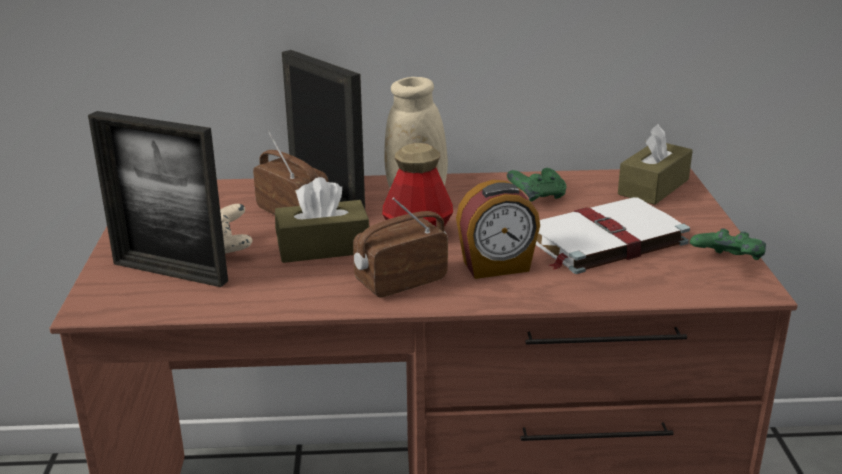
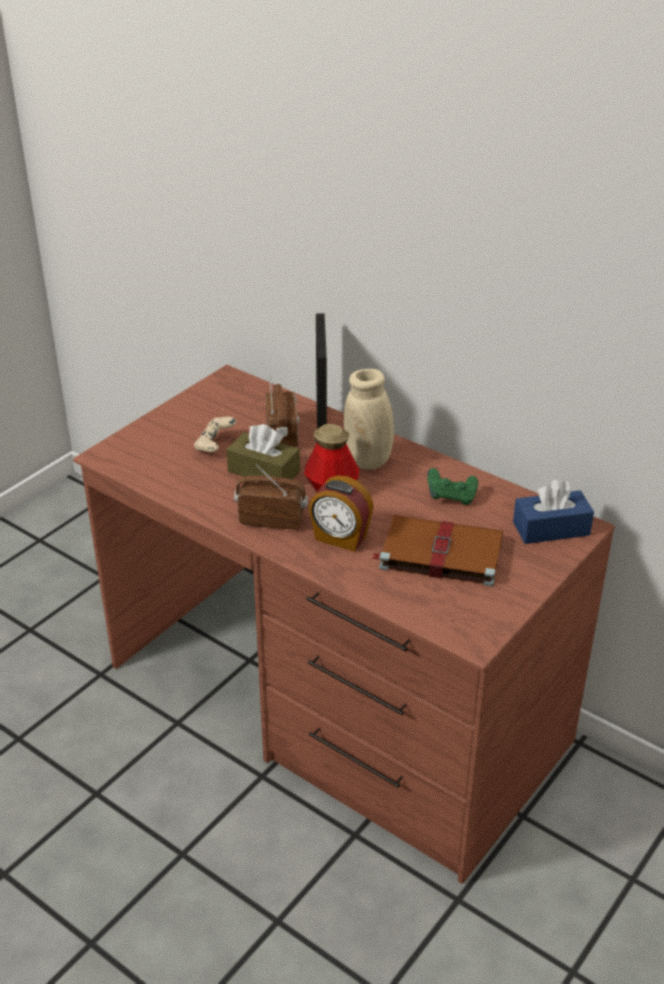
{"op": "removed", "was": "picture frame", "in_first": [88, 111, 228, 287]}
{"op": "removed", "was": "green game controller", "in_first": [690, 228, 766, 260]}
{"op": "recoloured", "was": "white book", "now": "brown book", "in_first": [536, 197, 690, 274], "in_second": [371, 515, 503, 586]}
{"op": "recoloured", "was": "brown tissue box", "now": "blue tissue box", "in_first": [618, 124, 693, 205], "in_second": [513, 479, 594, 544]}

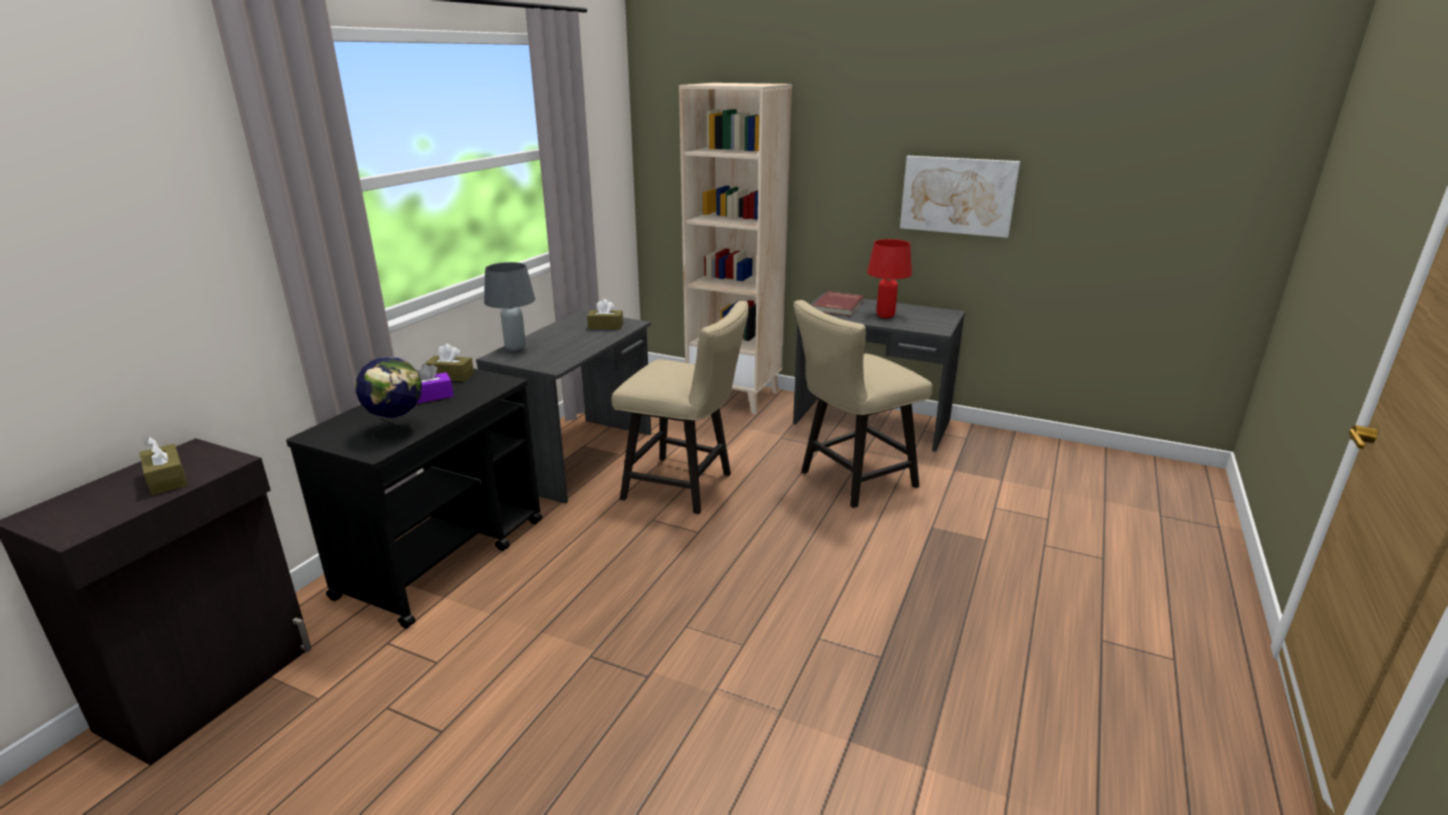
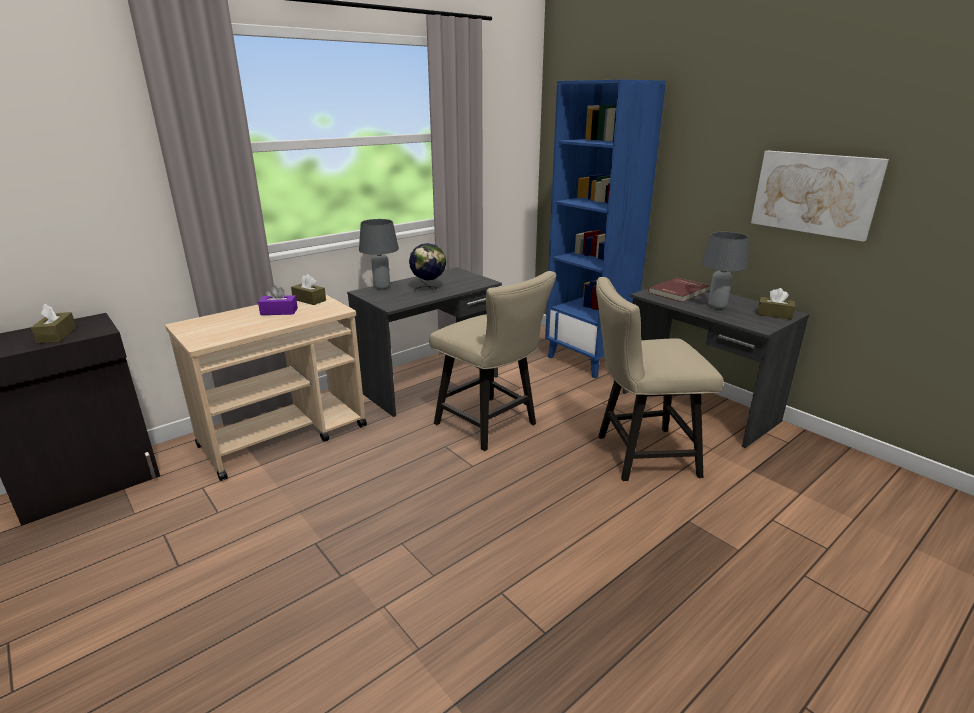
{"op": "moved", "was": "globe", "in_first": [355, 356, 422, 440], "in_second": [409, 243, 446, 291]}
{"op": "moved", "was": "brown tissue box", "in_first": [587, 299, 623, 329], "in_second": [757, 288, 795, 320]}
{"op": "recoloured", "was": "black cart", "now": "beige cart", "in_first": [286, 368, 542, 629], "in_second": [165, 295, 367, 481]}
{"op": "recoloured", "was": "beige bookcase", "now": "blue bookcase", "in_first": [679, 83, 792, 415], "in_second": [545, 80, 666, 378]}
{"op": "recoloured", "was": "red table lamp", "now": "grey table lamp", "in_first": [867, 239, 912, 318], "in_second": [702, 232, 749, 309]}

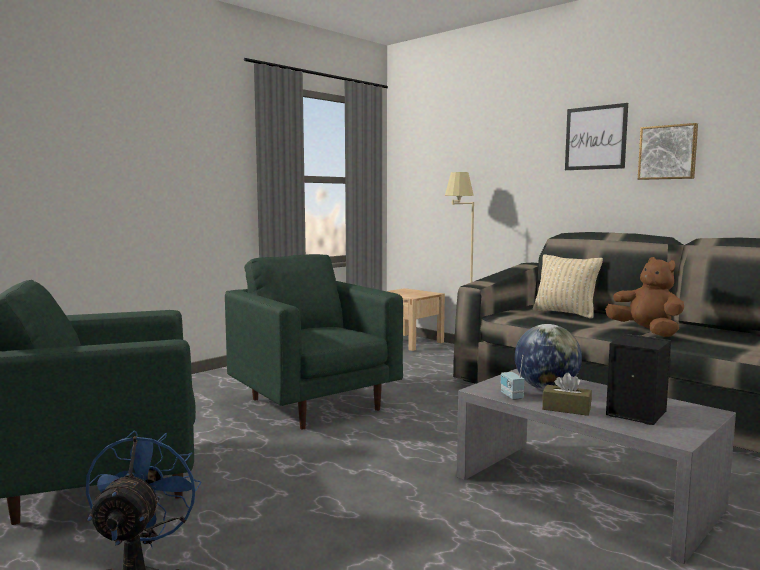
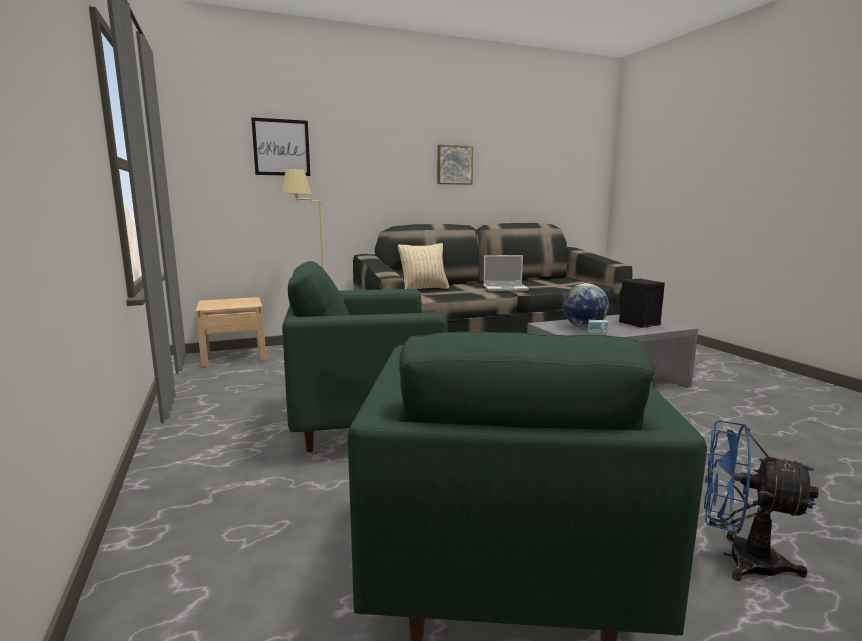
{"op": "removed", "was": "brown tissue box", "in_first": [542, 373, 592, 416]}
{"op": "moved", "was": "picture", "in_first": [565, 103, 628, 170], "in_second": [251, 117, 310, 176]}
{"op": "replaced", "was": "brown plush toy", "now": "laptop", "in_first": [605, 257, 684, 337], "in_second": [483, 255, 529, 291]}

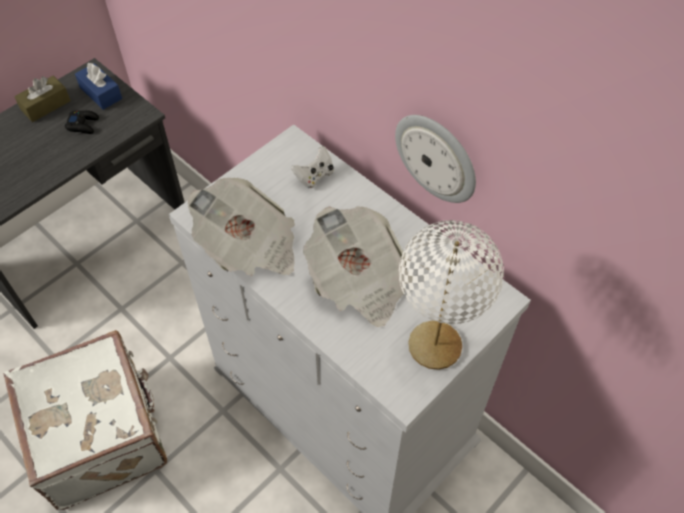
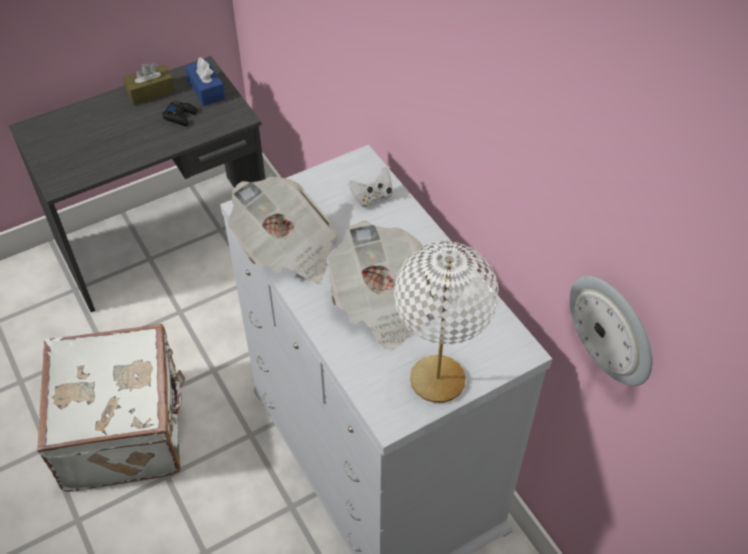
{"op": "moved", "was": "wall clock", "in_first": [395, 115, 476, 203], "in_second": [569, 276, 652, 386]}

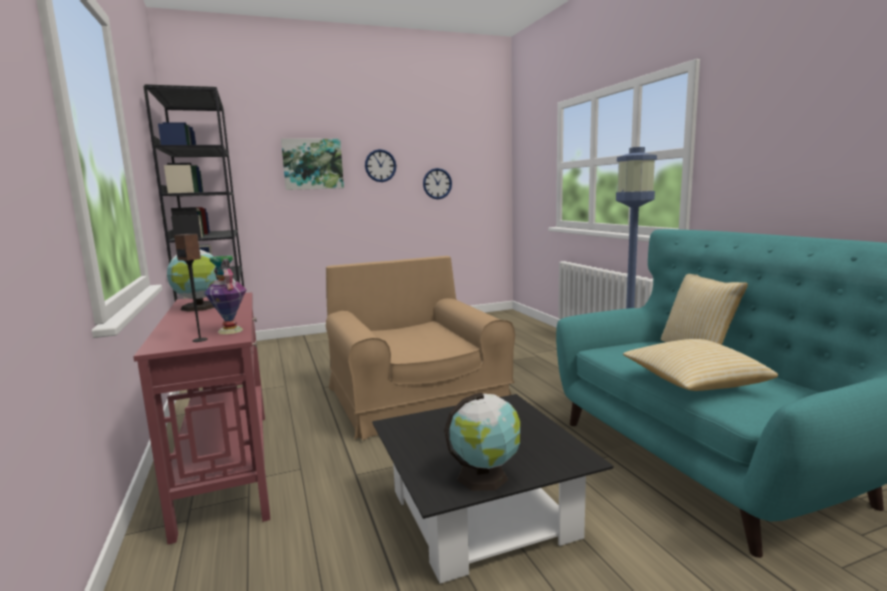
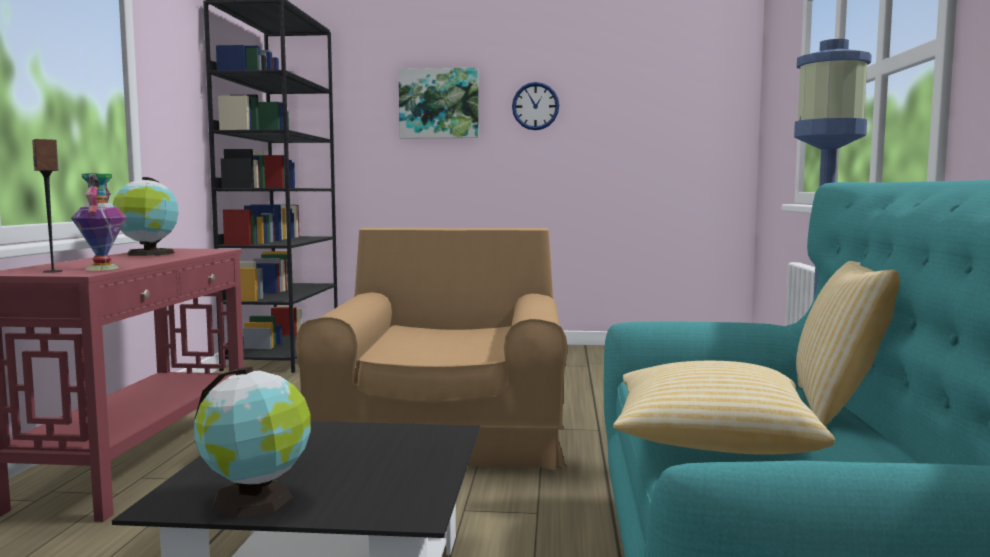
{"op": "removed", "was": "wall clock", "in_first": [423, 168, 452, 199]}

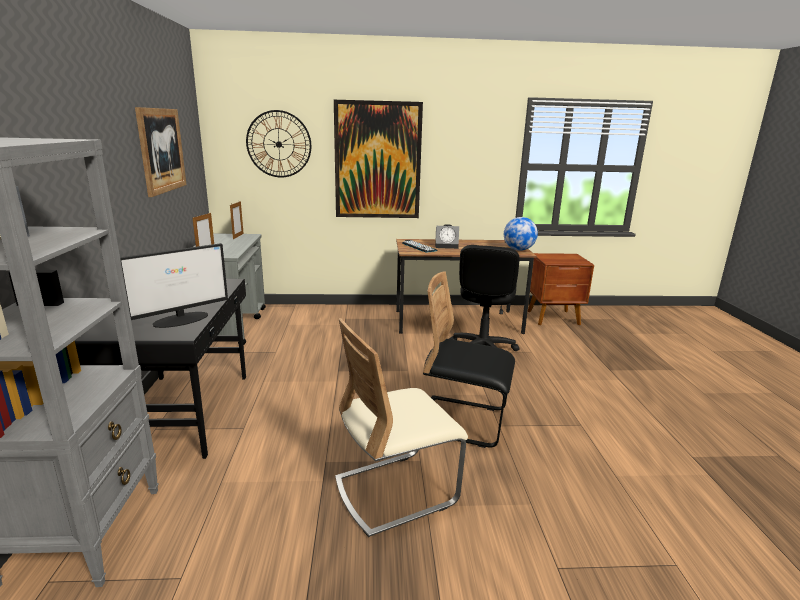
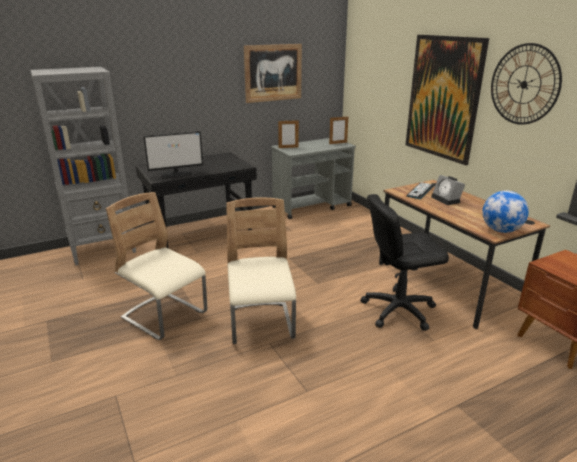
{"op": "moved", "was": "wall clock", "in_first": [246, 110, 311, 178], "in_second": [491, 43, 562, 125]}
{"op": "recoloured", "was": "black chair", "now": "beige chair", "in_first": [423, 271, 515, 448], "in_second": [226, 197, 296, 344]}
{"op": "turned", "was": "monitor", "in_first": [120, 243, 228, 328], "in_second": [143, 131, 203, 177], "clockwise": -45}

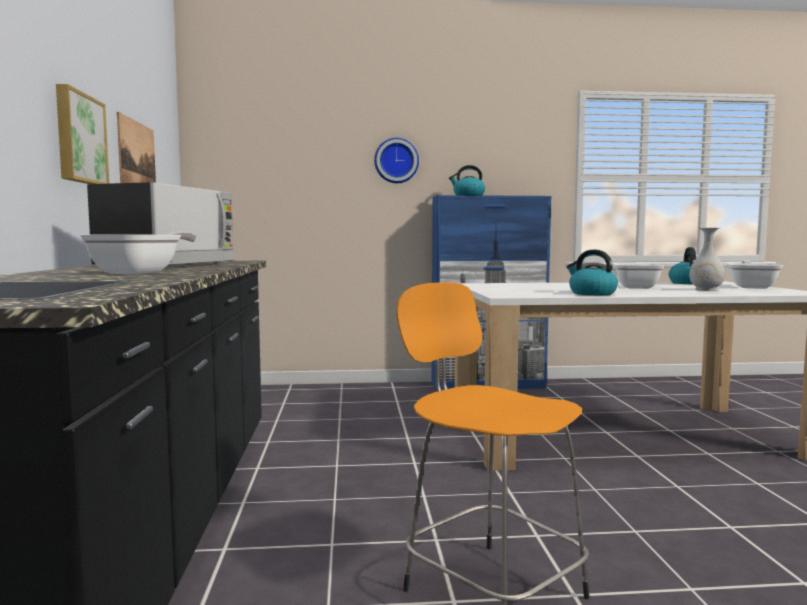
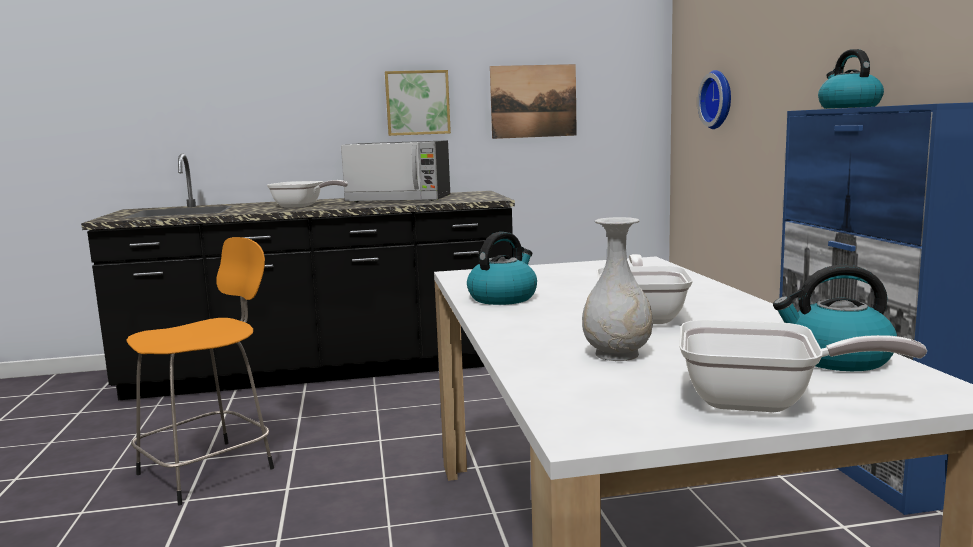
{"op": "moved", "was": "wall clock", "in_first": [374, 138, 419, 183], "in_second": [697, 70, 731, 129]}

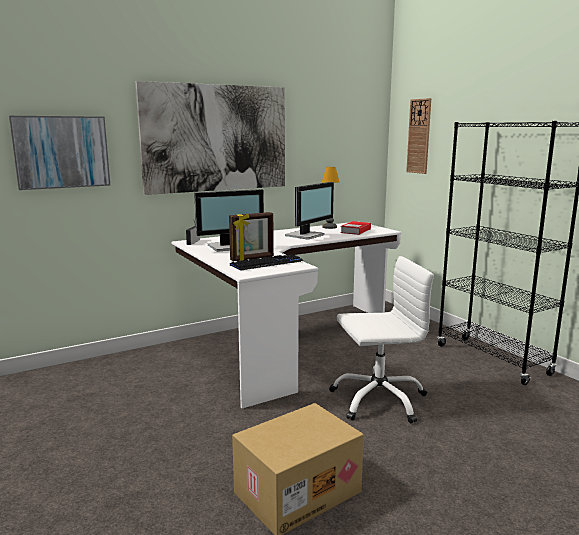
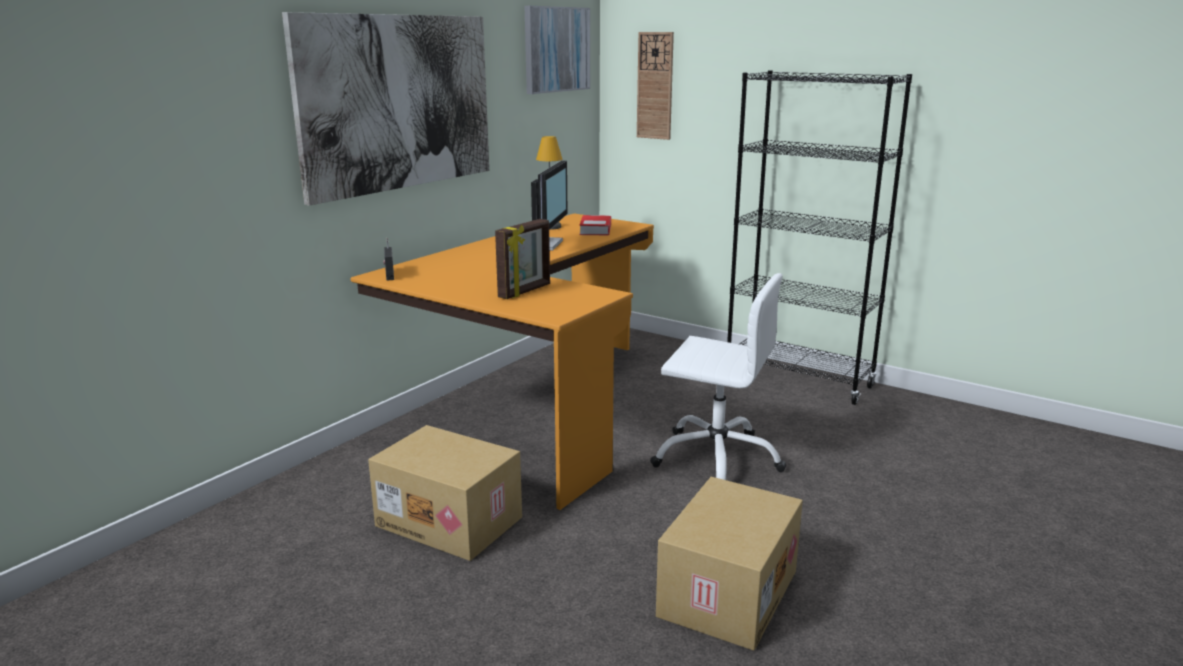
{"op": "removed", "was": "monitor", "in_first": [194, 189, 264, 252]}
{"op": "removed", "was": "keyboard", "in_first": [230, 254, 304, 271]}
{"op": "added", "now": "cardboard box", "in_second": [368, 425, 522, 561]}
{"op": "moved", "was": "picture", "in_first": [9, 116, 110, 190], "in_second": [524, 6, 590, 94]}
{"op": "recoloured", "was": "white desk", "now": "orange desk", "in_first": [172, 222, 401, 408], "in_second": [350, 213, 654, 510]}
{"op": "turned", "was": "white office chair", "in_first": [329, 256, 434, 423], "in_second": [650, 273, 786, 480], "clockwise": 60}

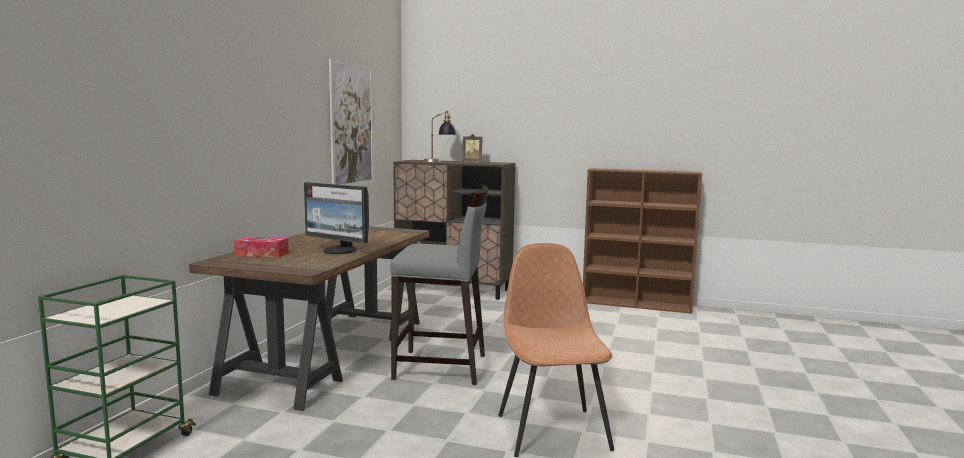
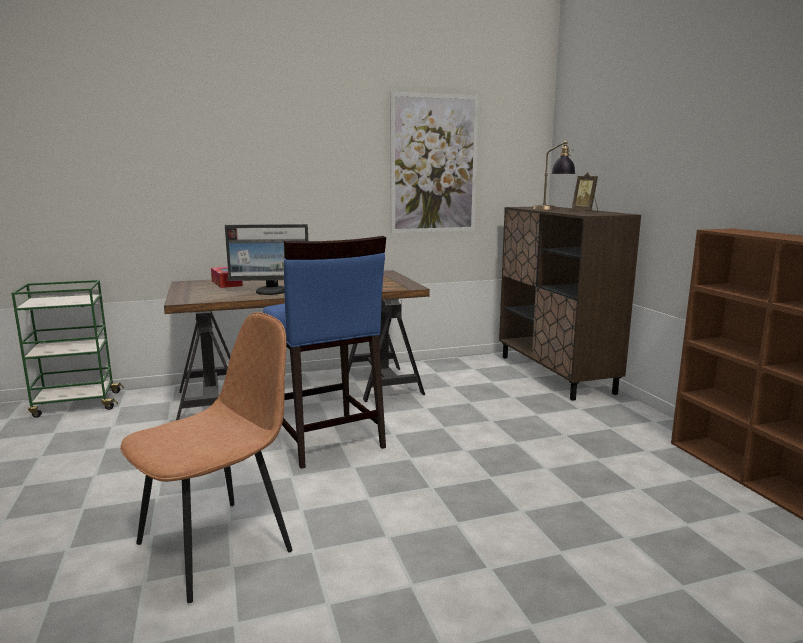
{"op": "recoloured", "was": "grey stool", "now": "blue stool", "in_first": [390, 185, 488, 385], "in_second": [263, 236, 386, 469]}
{"op": "turned", "was": "monitor", "in_first": [304, 182, 369, 254], "in_second": [225, 224, 308, 295], "clockwise": -90}

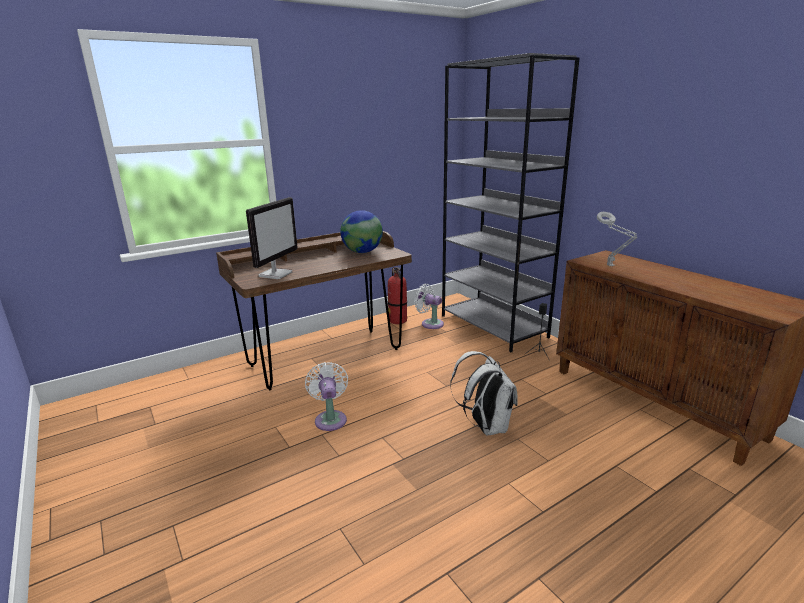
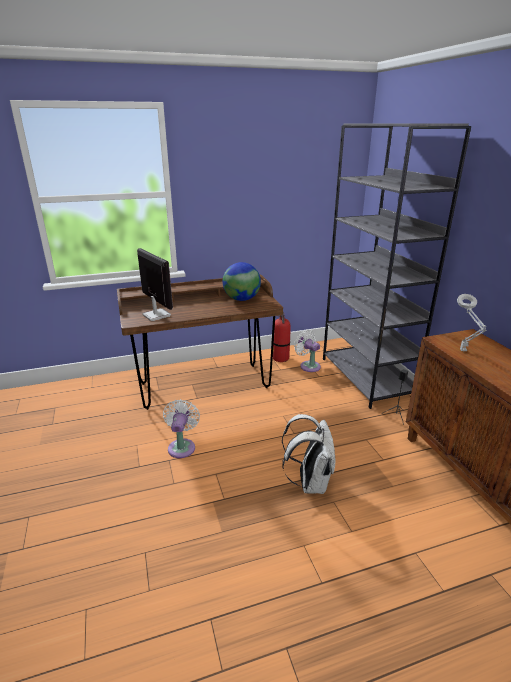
{"op": "turned", "was": "monitor", "in_first": [246, 197, 298, 279], "in_second": [137, 248, 173, 321], "clockwise": -75}

